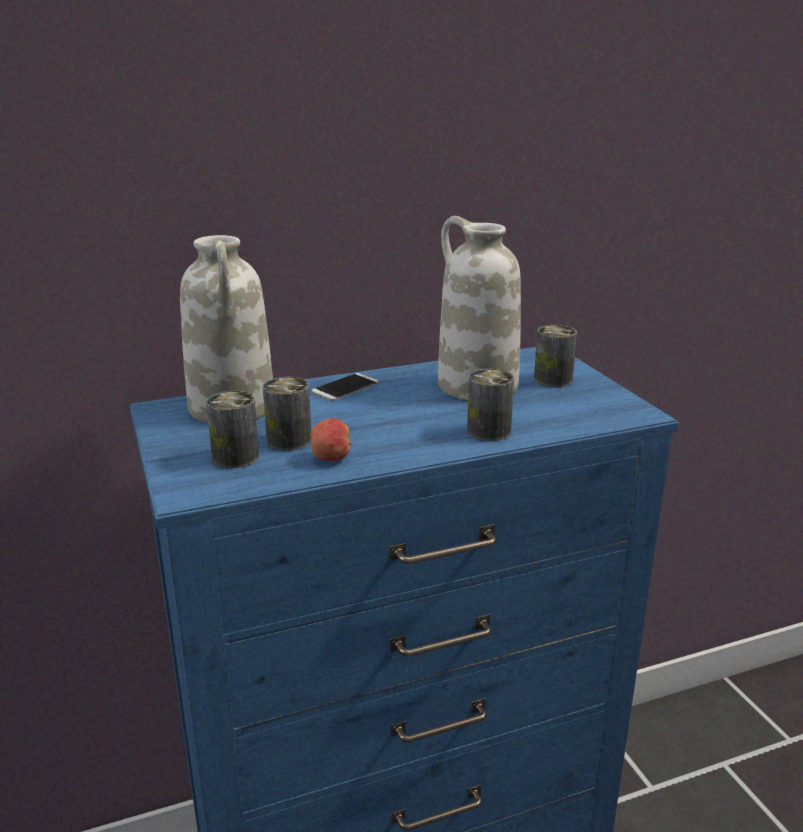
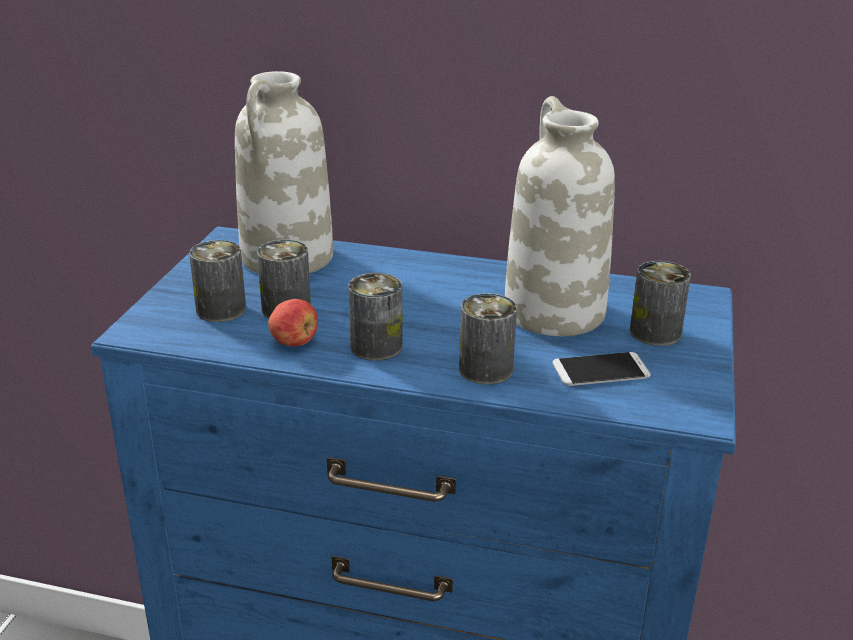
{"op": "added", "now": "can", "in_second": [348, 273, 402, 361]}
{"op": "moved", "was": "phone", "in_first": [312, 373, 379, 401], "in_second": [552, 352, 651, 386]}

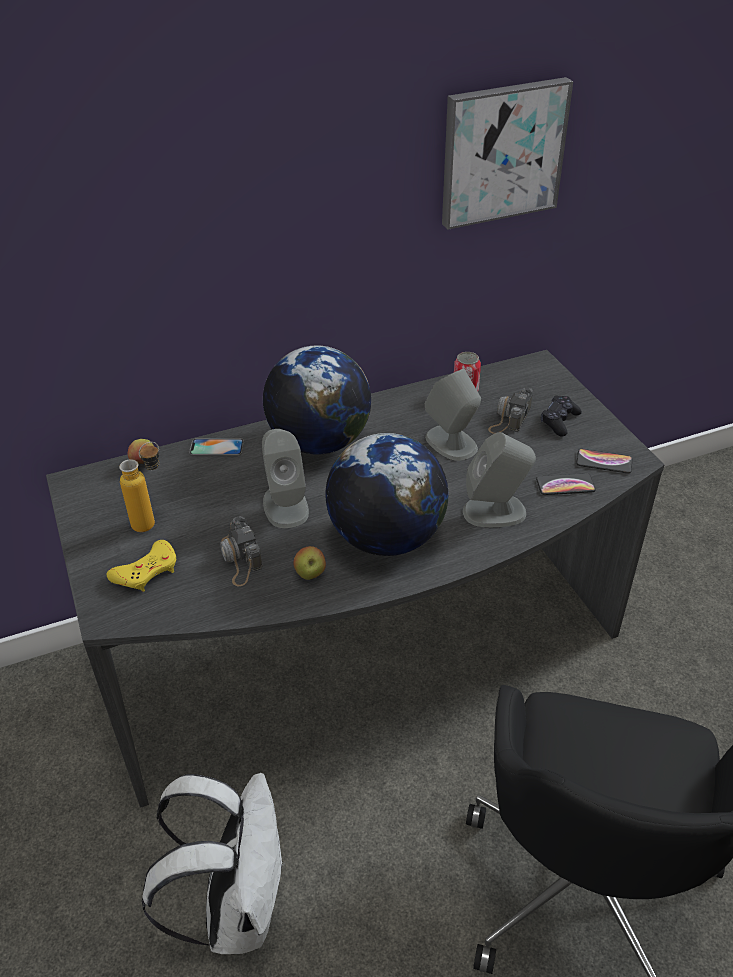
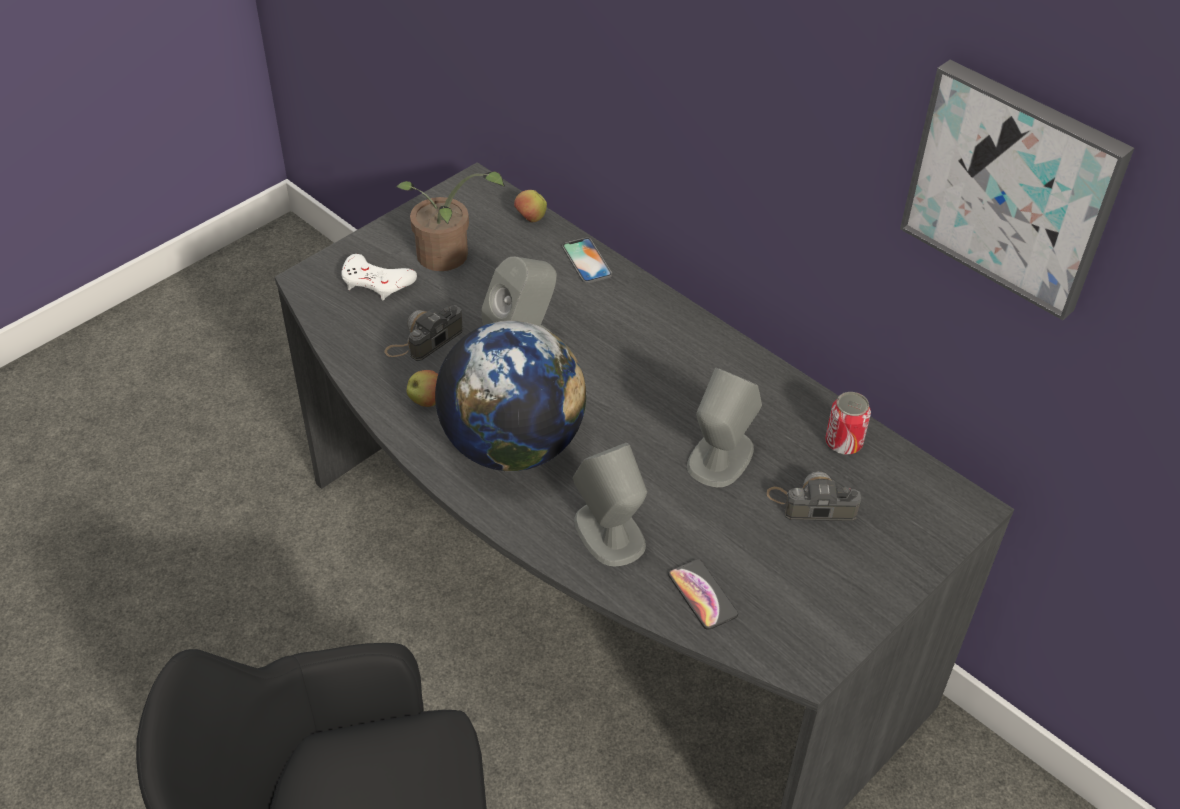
{"op": "removed", "was": "white backpack", "in_first": [141, 773, 284, 954]}
{"op": "removed", "was": "globe", "in_first": [263, 345, 371, 455]}
{"op": "removed", "was": "black game controller", "in_first": [541, 396, 582, 437]}
{"op": "removed", "was": "phone", "in_first": [576, 449, 632, 474]}
{"op": "replaced", "was": "bottle", "now": "potted plant", "in_first": [119, 442, 159, 532], "in_second": [395, 171, 505, 271]}
{"op": "recoloured", "was": "yellow game controller", "now": "white game controller", "in_first": [107, 540, 176, 592], "in_second": [341, 254, 417, 300]}

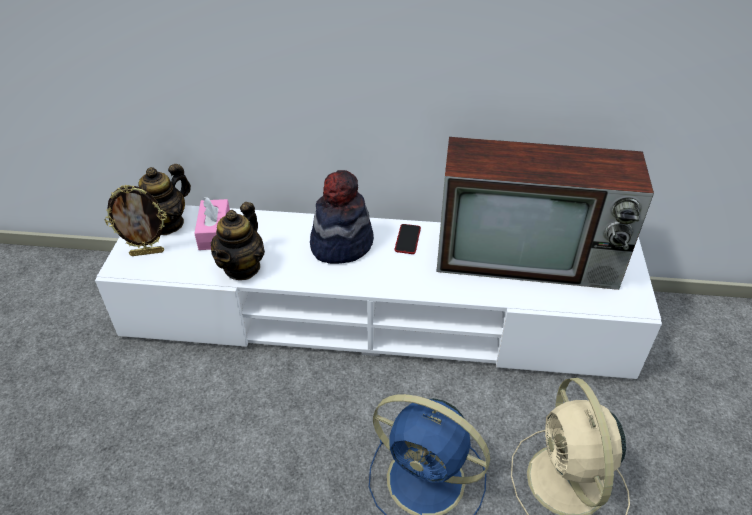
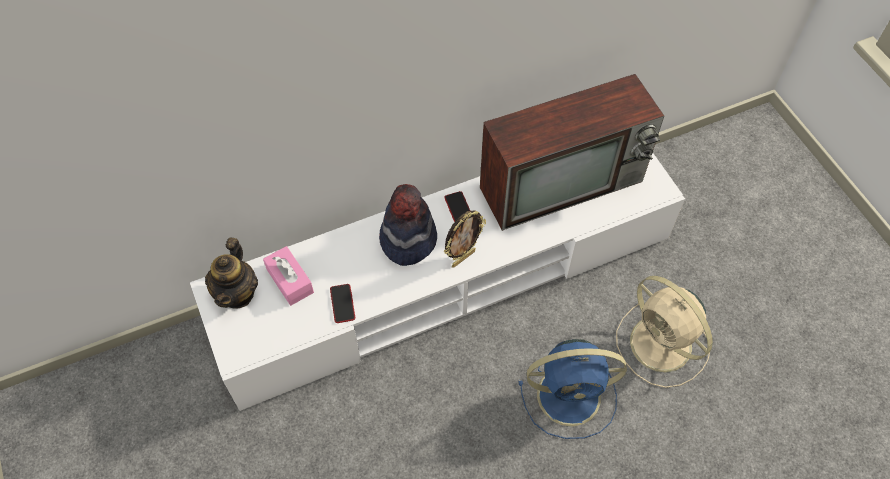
{"op": "moved", "was": "picture frame", "in_first": [104, 184, 167, 256], "in_second": [444, 210, 486, 268]}
{"op": "replaced", "was": "teapot", "now": "phone", "in_first": [211, 202, 265, 280], "in_second": [330, 284, 355, 323]}

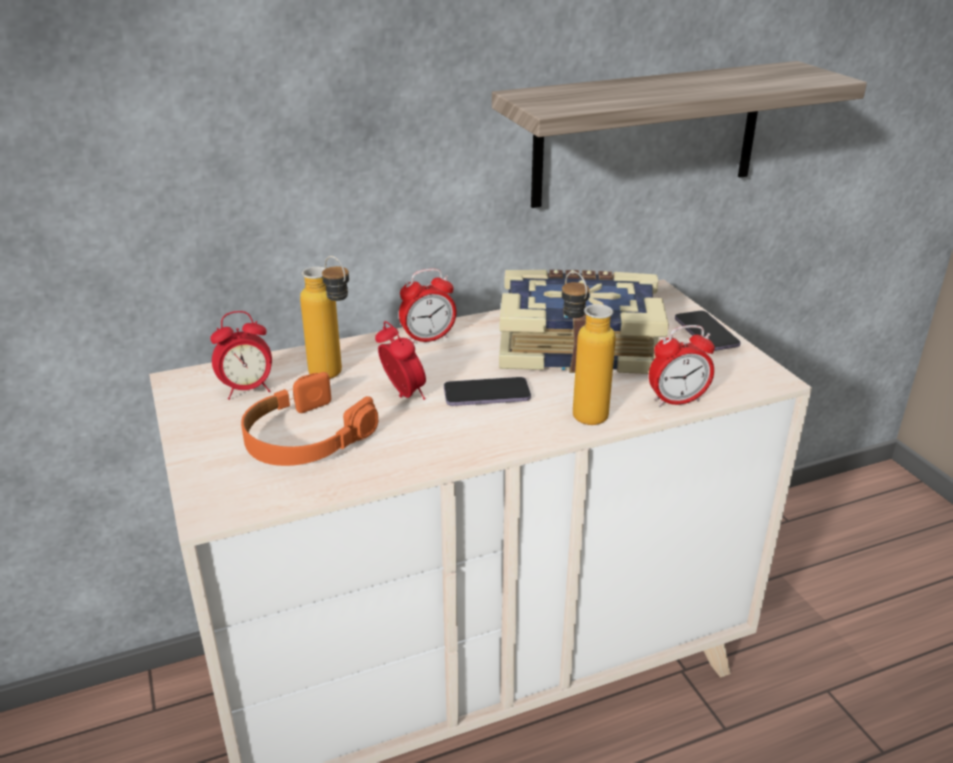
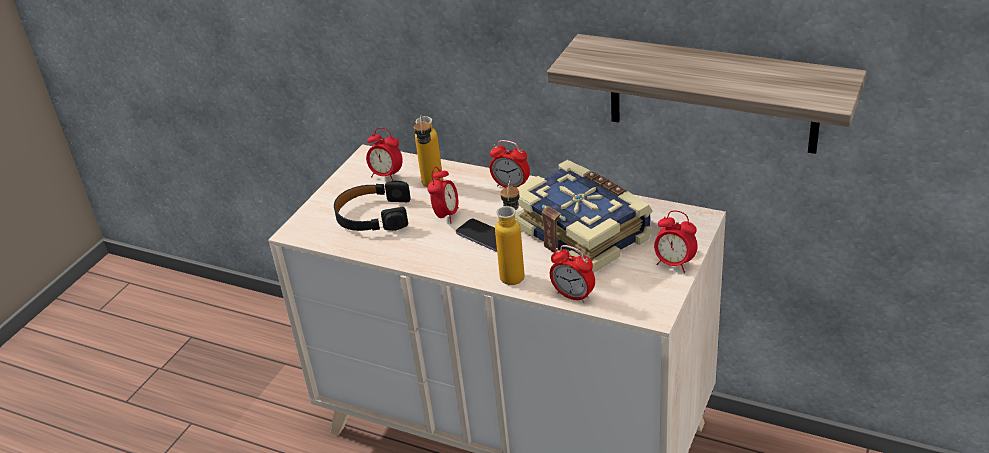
{"op": "replaced", "was": "phone", "now": "alarm clock", "in_first": [675, 311, 741, 351], "in_second": [654, 210, 698, 273]}
{"op": "recoloured", "was": "orange headphones", "now": "black headphones", "in_first": [241, 372, 378, 466], "in_second": [334, 180, 411, 231]}

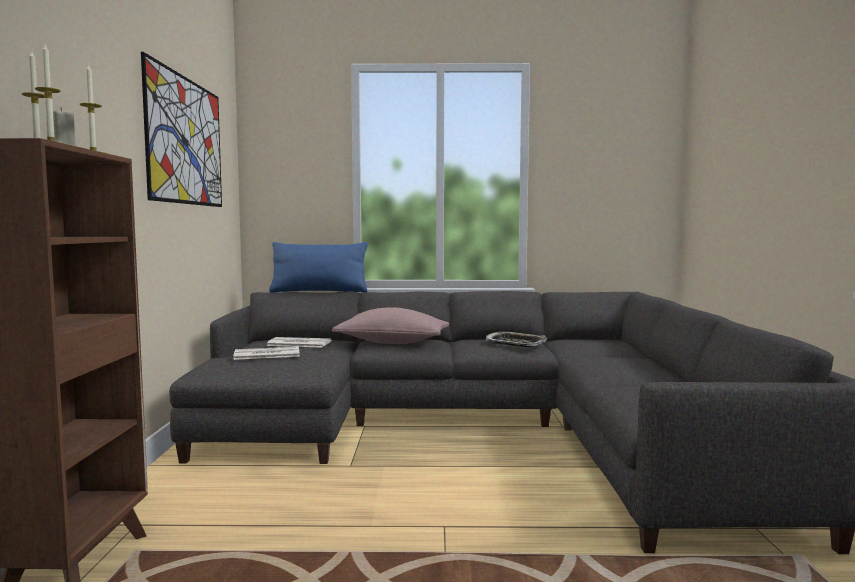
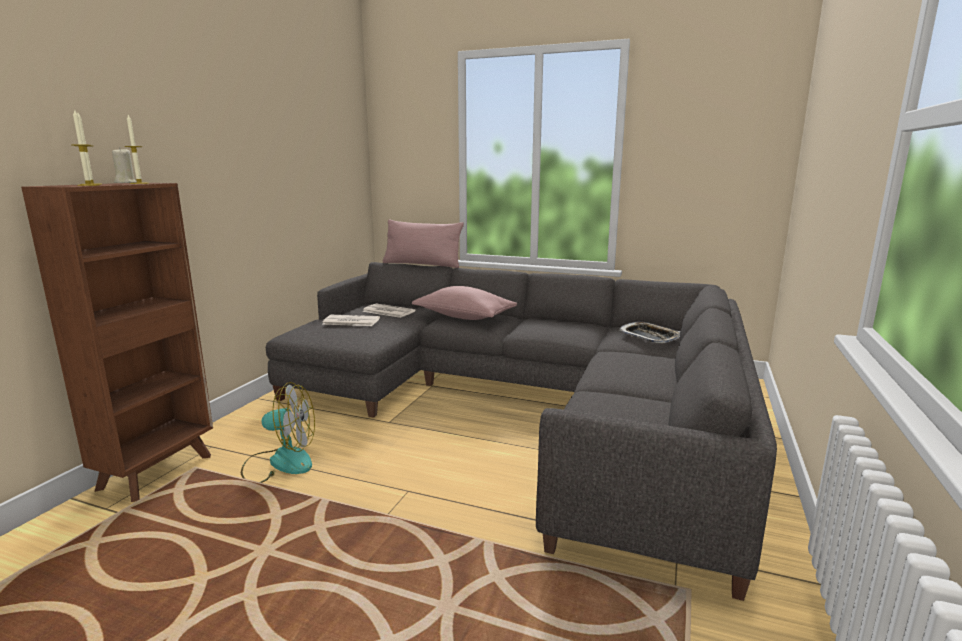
{"op": "removed", "was": "picture", "in_first": [141, 52, 222, 207]}
{"op": "added", "now": "fan", "in_second": [241, 382, 315, 483]}
{"op": "moved", "was": "tray", "in_first": [486, 331, 547, 347], "in_second": [619, 322, 680, 343]}
{"op": "recoloured", "was": "blue pillow", "now": "pink pillow", "in_first": [269, 242, 368, 292], "in_second": [383, 220, 464, 268]}

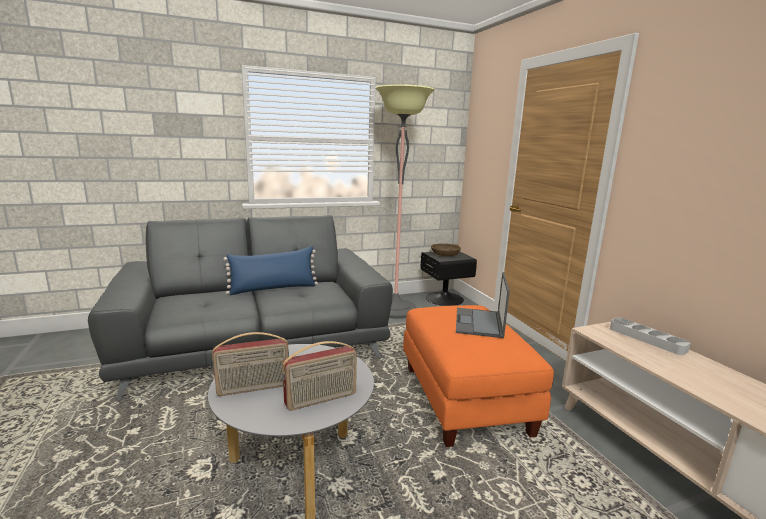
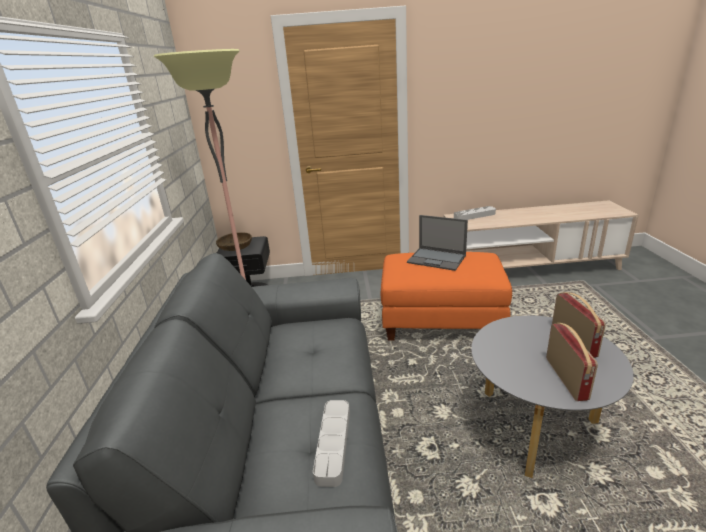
{"op": "removed", "was": "blue pillow", "in_first": [223, 246, 318, 295]}
{"op": "added", "now": "grey tray", "in_second": [313, 400, 350, 487]}

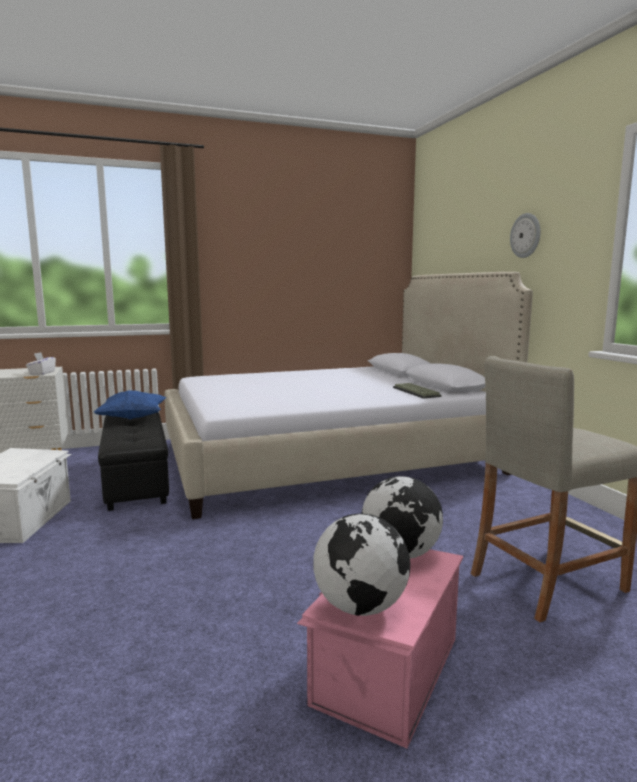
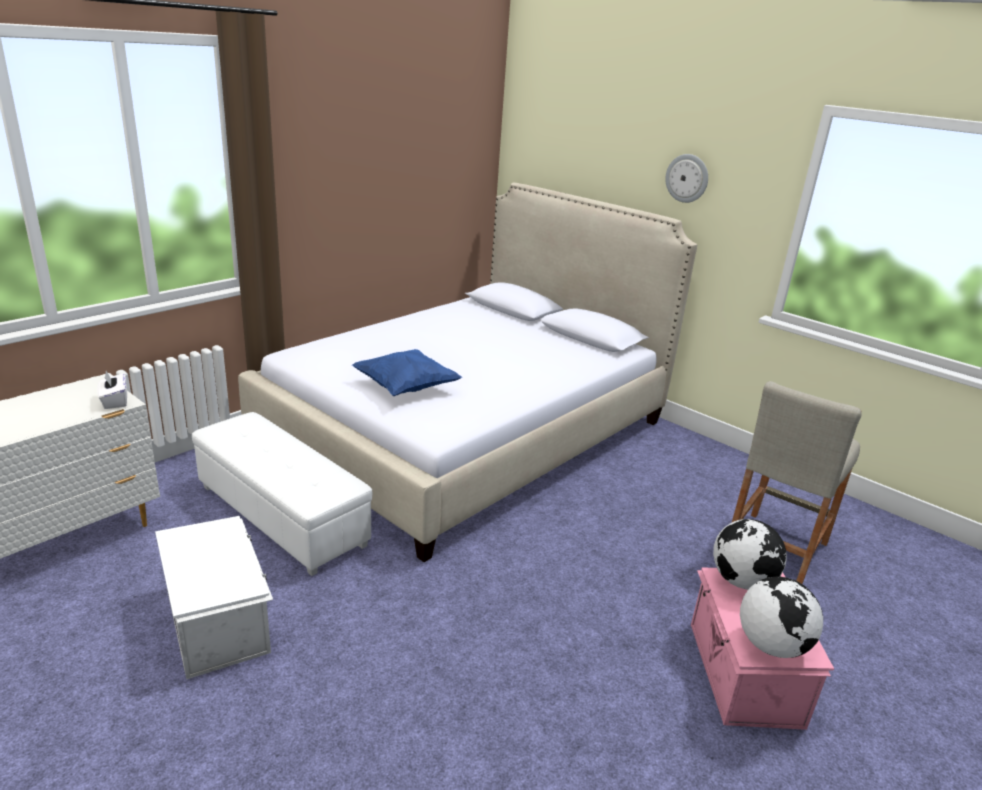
{"op": "removed", "was": "keyboard", "in_first": [393, 383, 442, 399]}
{"op": "moved", "was": "blue pillow", "in_first": [94, 390, 166, 420], "in_second": [352, 349, 462, 396]}
{"op": "recoloured", "was": "black ottoman", "now": "white ottoman", "in_first": [98, 412, 169, 511], "in_second": [192, 412, 372, 576]}

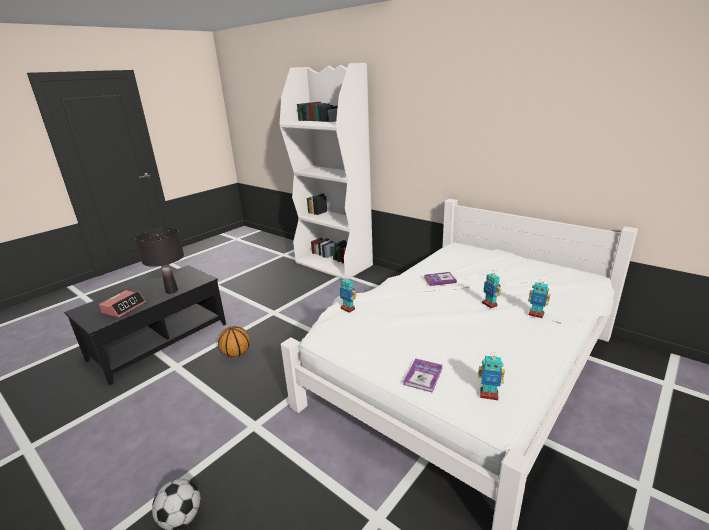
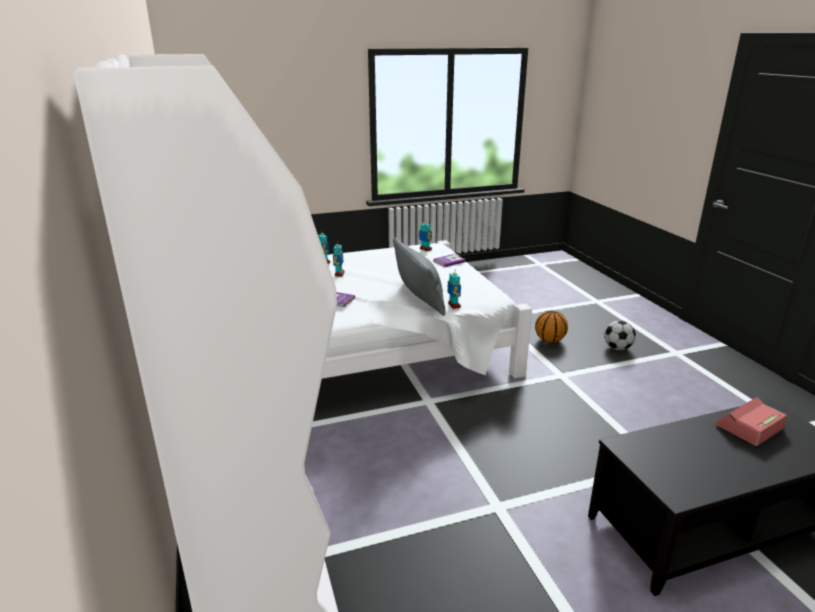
{"op": "removed", "was": "black table lamp", "in_first": [135, 228, 184, 294]}
{"op": "added", "now": "grey pillow", "in_second": [393, 238, 445, 316]}
{"op": "moved", "was": "basketball", "in_first": [218, 326, 250, 358], "in_second": [535, 310, 568, 343]}

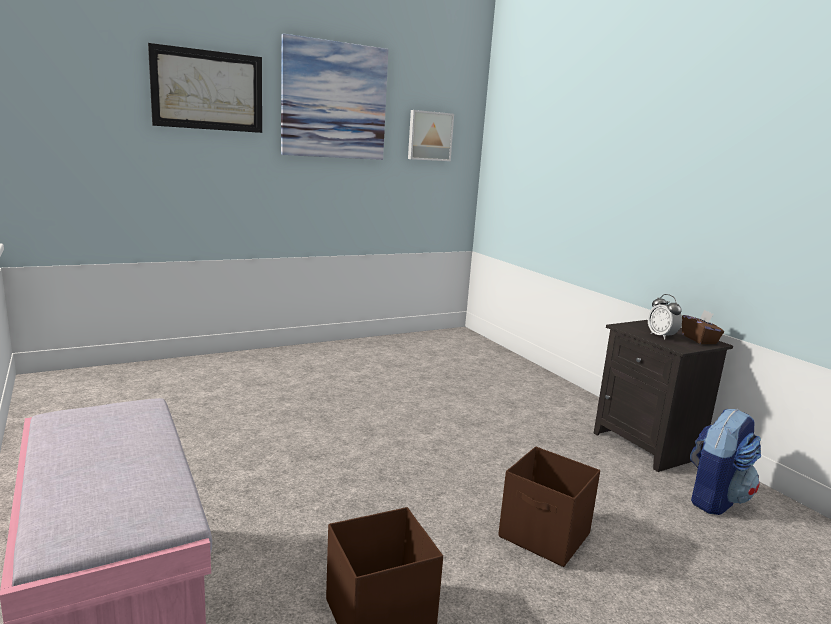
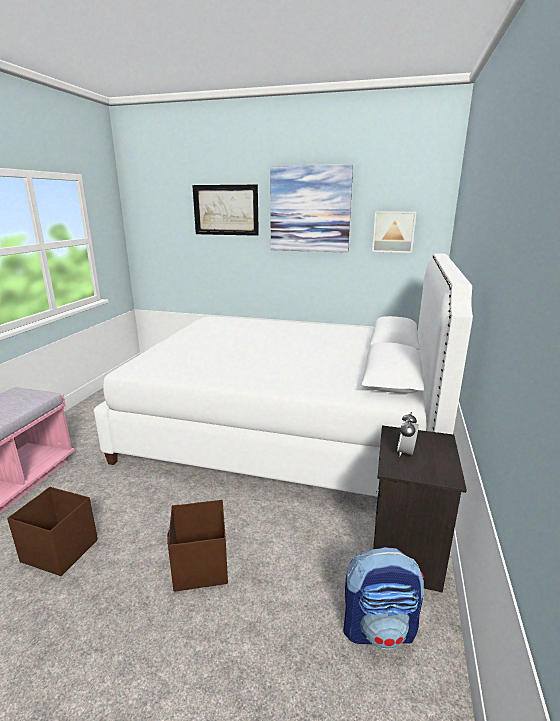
{"op": "removed", "was": "brown tissue box", "in_first": [682, 310, 724, 344]}
{"op": "added", "now": "white bed", "in_second": [93, 253, 473, 497]}

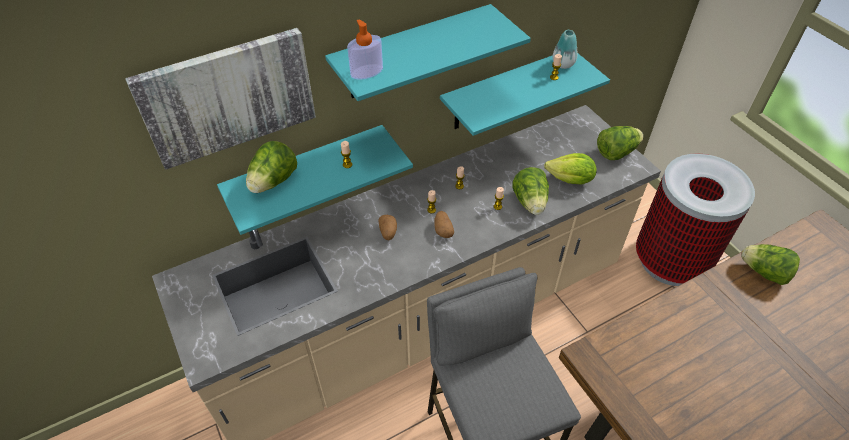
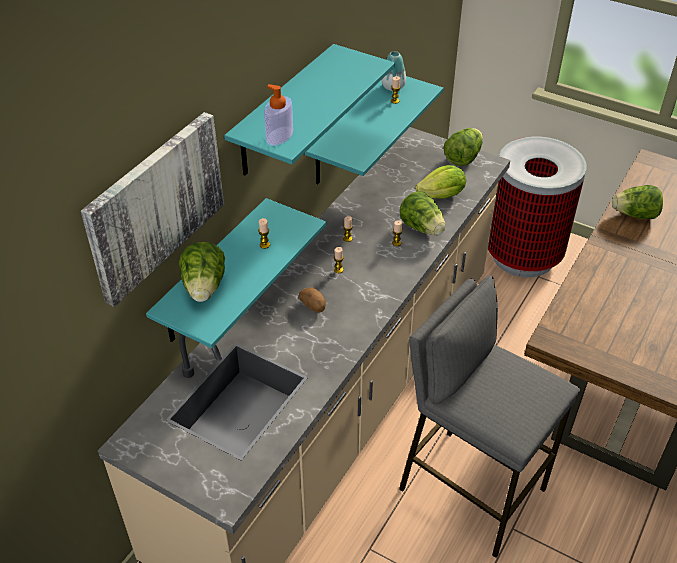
{"op": "removed", "was": "potato", "in_first": [434, 211, 454, 238]}

